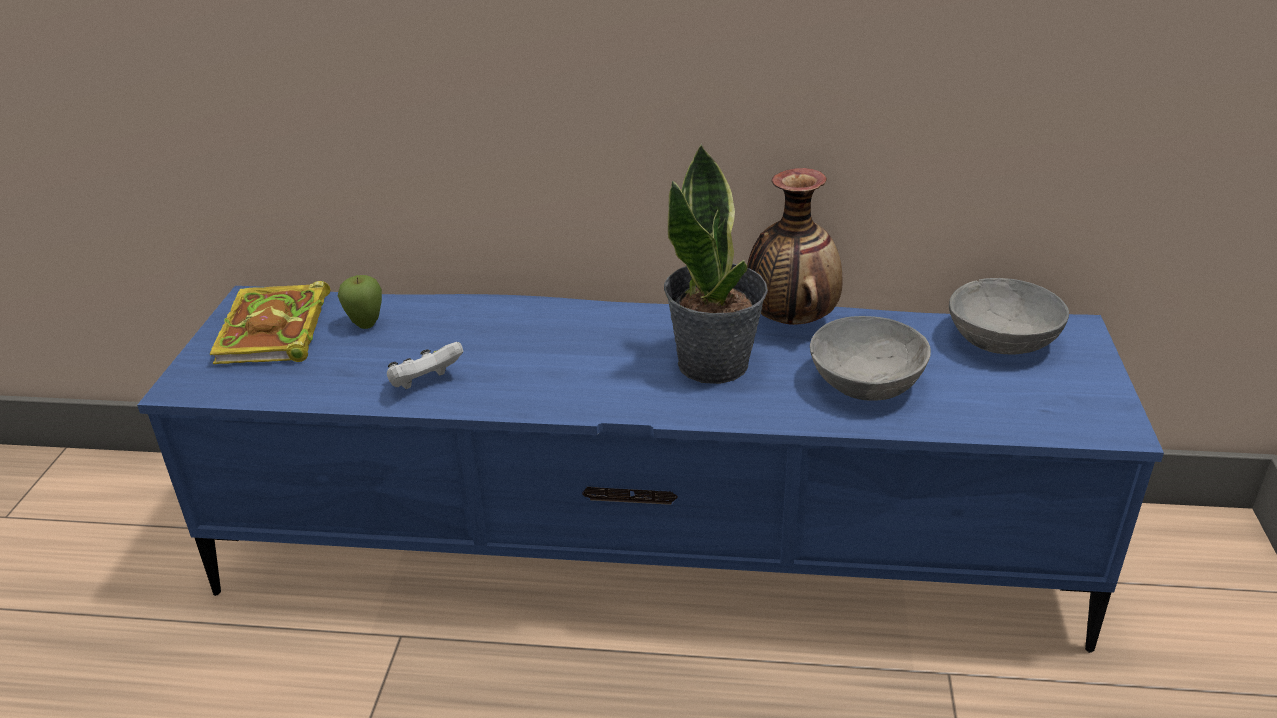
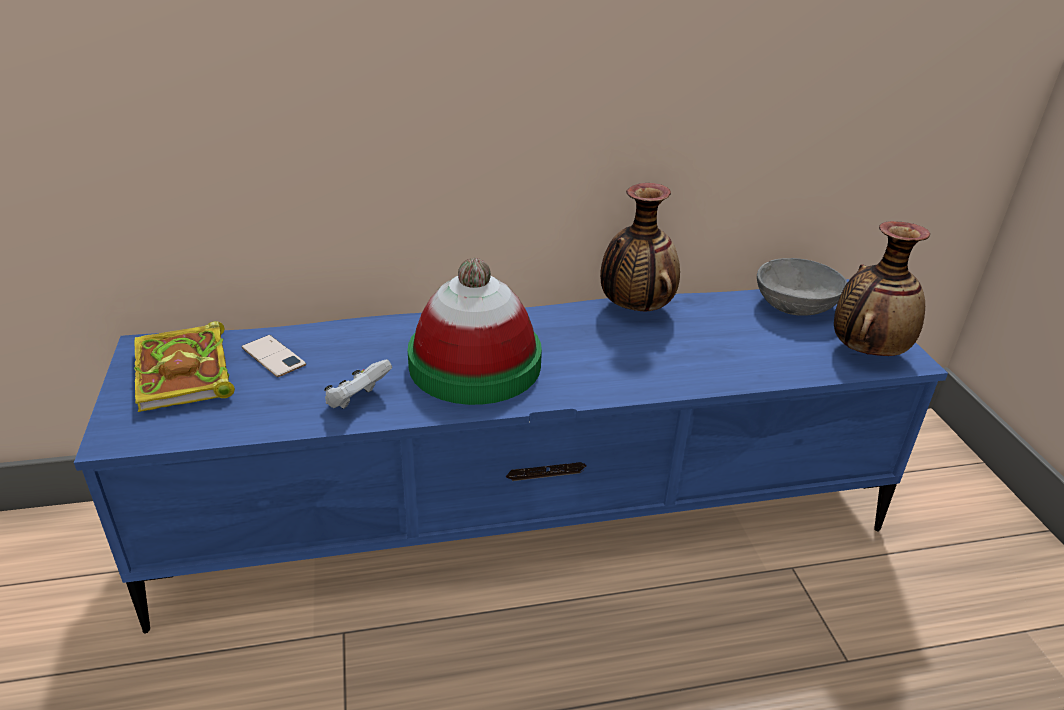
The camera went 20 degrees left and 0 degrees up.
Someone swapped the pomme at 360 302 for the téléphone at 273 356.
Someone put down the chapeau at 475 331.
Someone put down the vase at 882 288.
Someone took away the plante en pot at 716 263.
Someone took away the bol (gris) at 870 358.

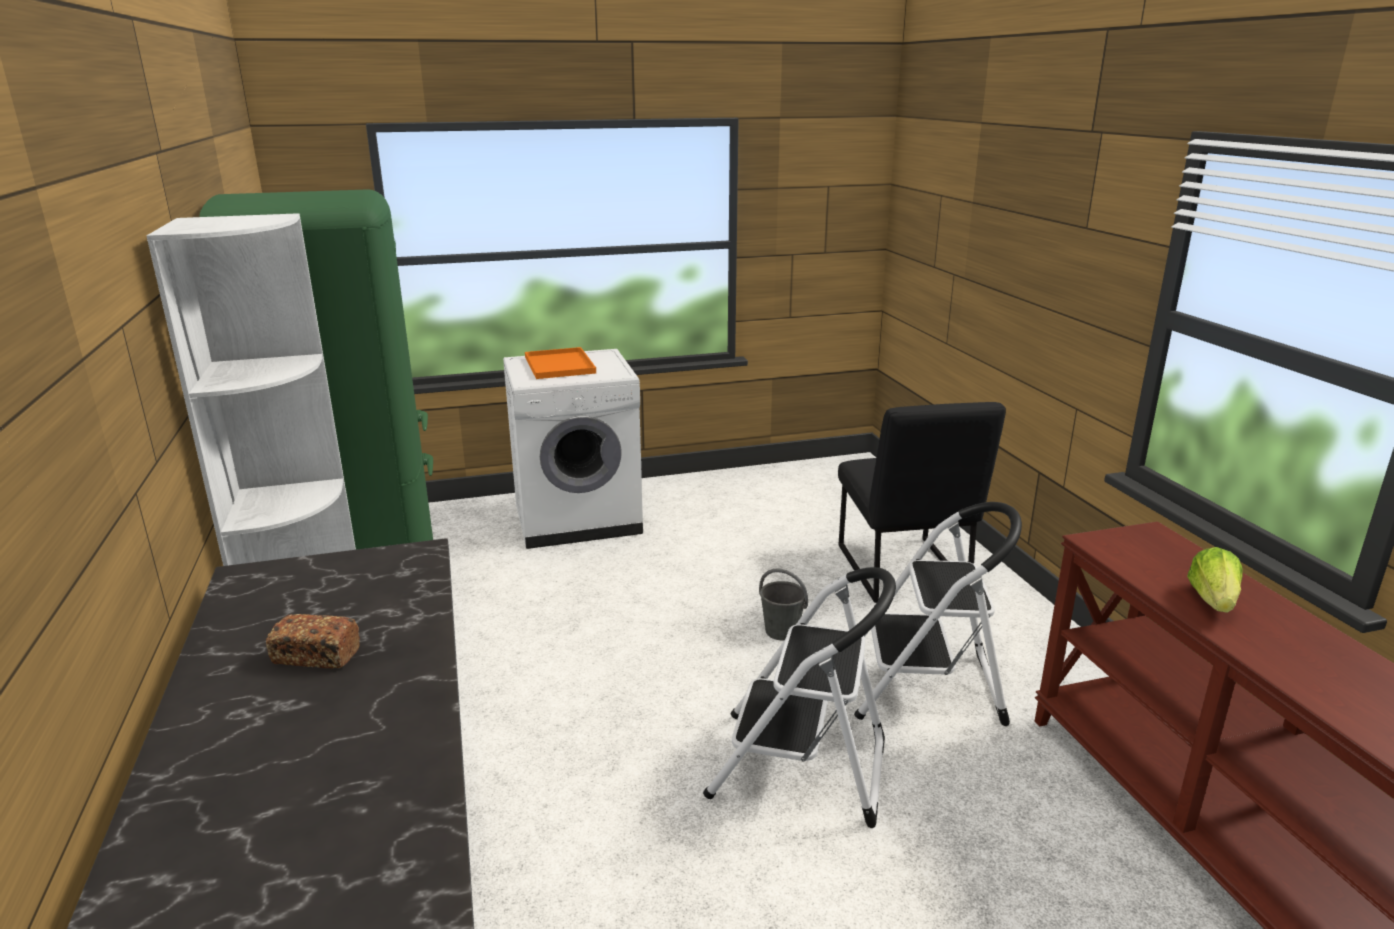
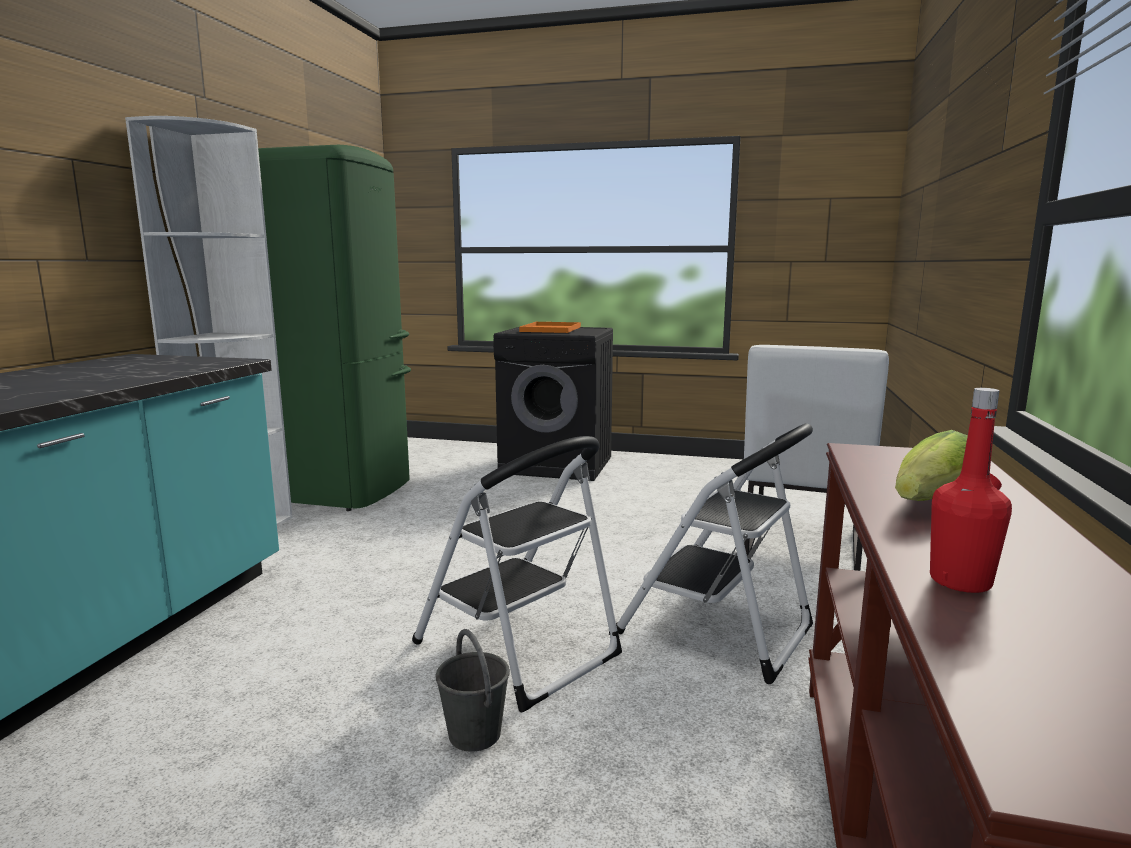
The camera went 30 degrees right and 10 degrees down.
Someone carried the seau (gris) from 783 604 to 473 690.
Someone repainted the lave-linge (blanc) at 573 449, which became the lave-linge (noir) at 553 404.
Someone repainted the chaise (noir) at 922 502, which became the chaise (blanc) at 816 458.
Someone put down the bouteille (rouge) at 971 490.
Someone took away the pain at 313 641.

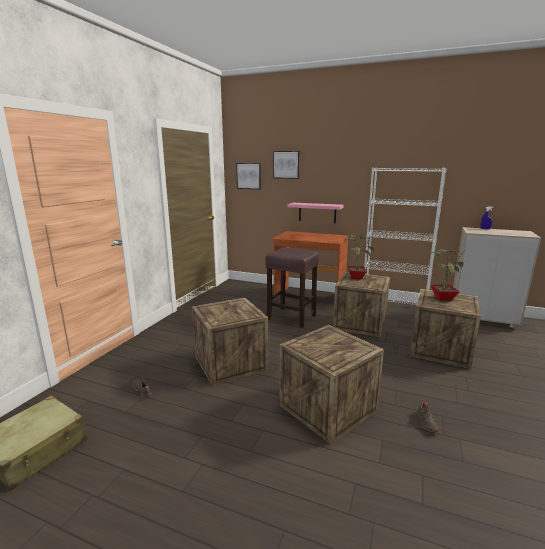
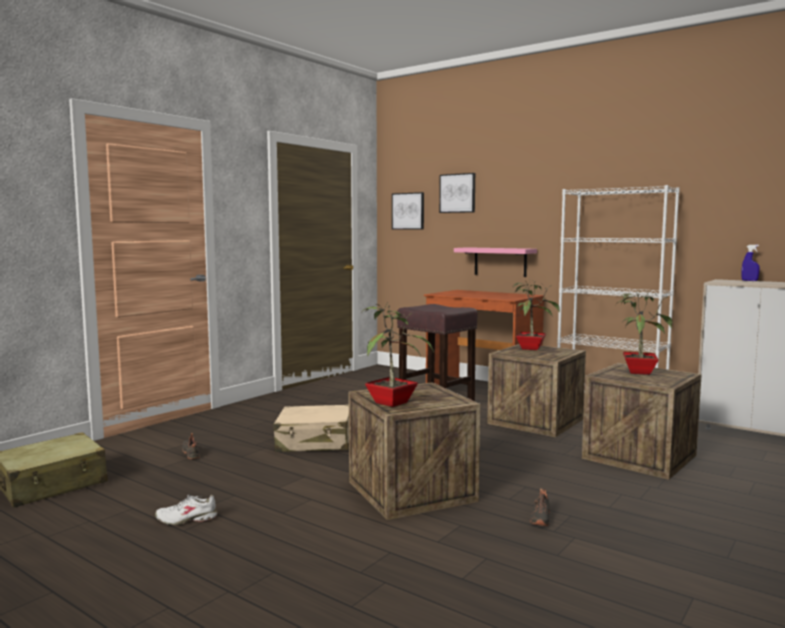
The camera went 15 degrees right and 10 degrees down.
Someone put down the chaussure (blanc) at 186 510.
Someone swapped the caisse at 230 342 for the valise (beige) at 311 428.
Someone put down the plante en pot at 398 354.

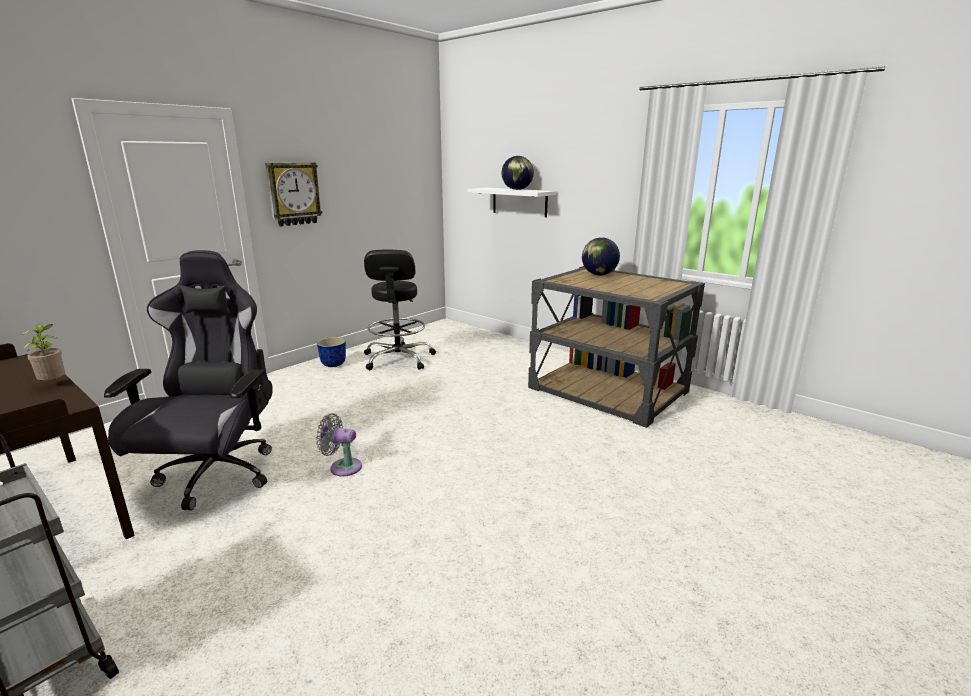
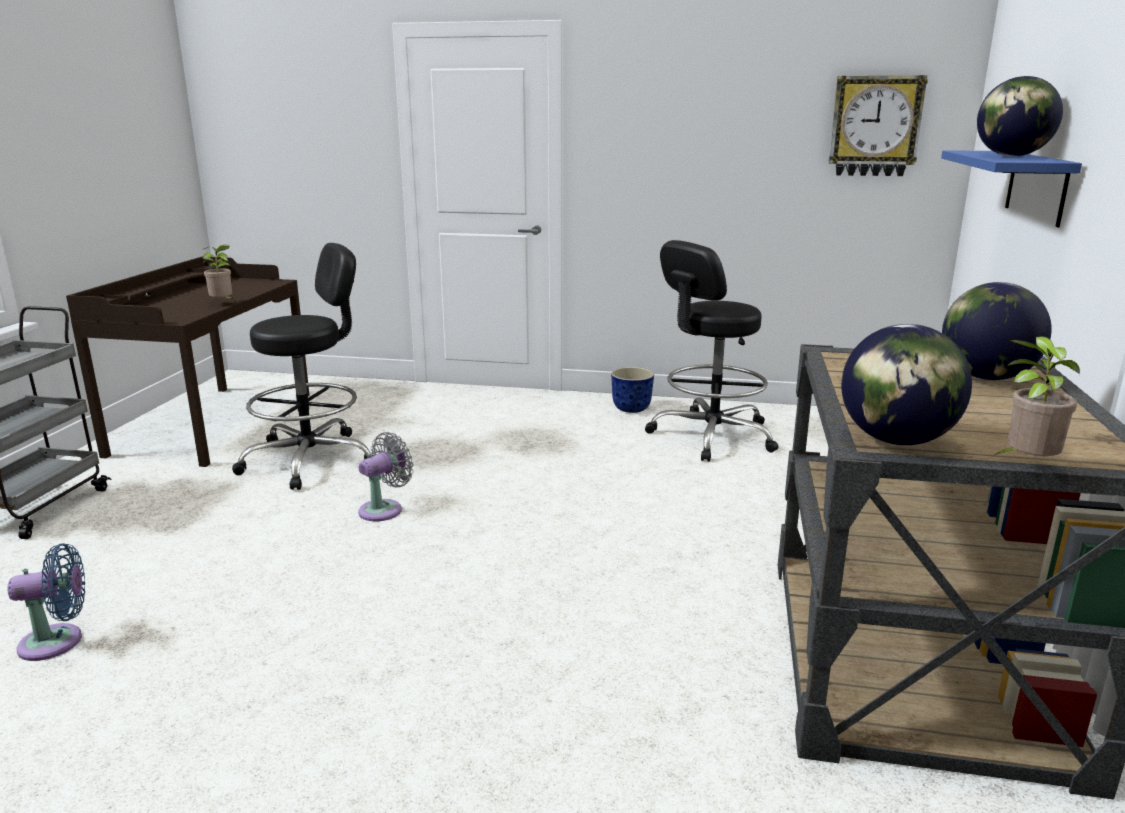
The camera went 60 degrees right and 0 degrees up.
Someone put down the ventilateur (bleu) at 46 602.
Someone swapped the chaise de bureau (noir) at 188 380 for the tabouret (noir) at 302 366.
Someone rotated the ventilateur (gris) at 339 445 by 60 degrees clockwise.
Someone carried the horloge murale from 294 195 to 878 125.
Someone put down the globe at 906 384.
Someone repainted the étagère (blanc) at 512 202, which became the étagère (bleu) at 1011 188.
Someone put down the plante en pot at 1036 396.

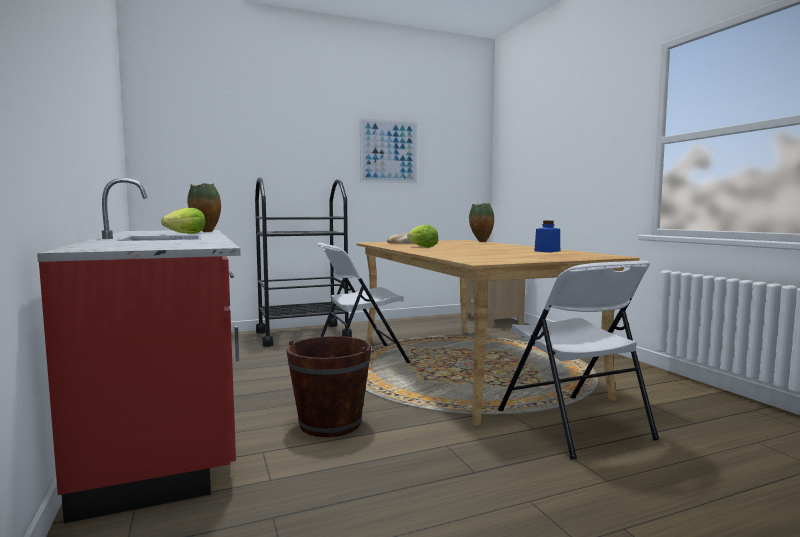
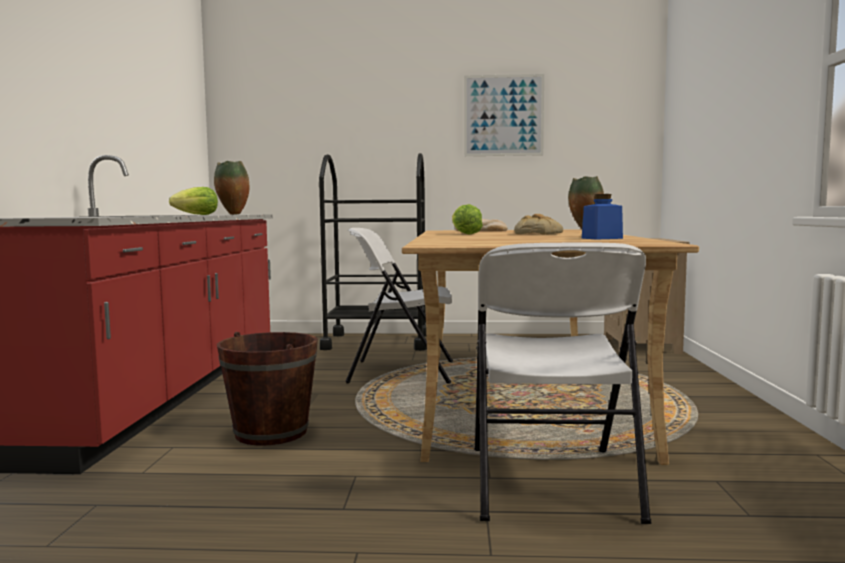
The camera went 25 degrees right and 0 degrees up.
Someone put down the pain at 538 224.

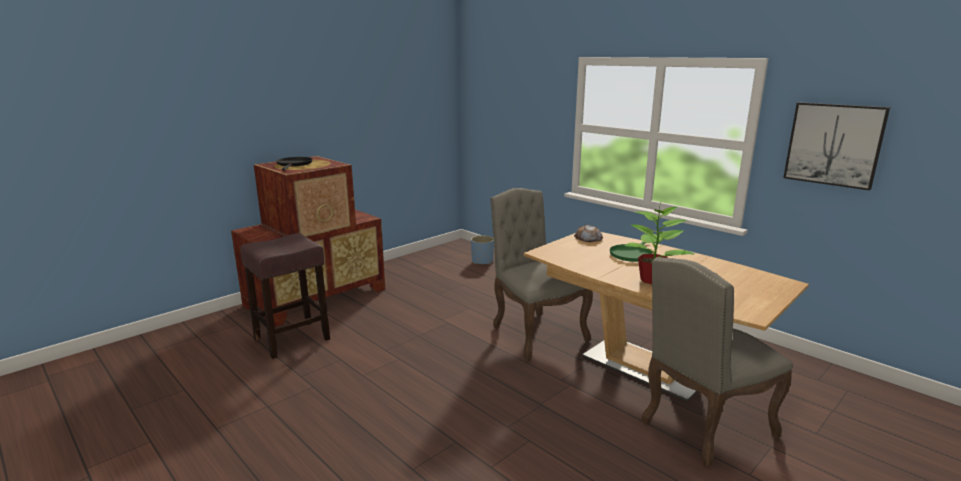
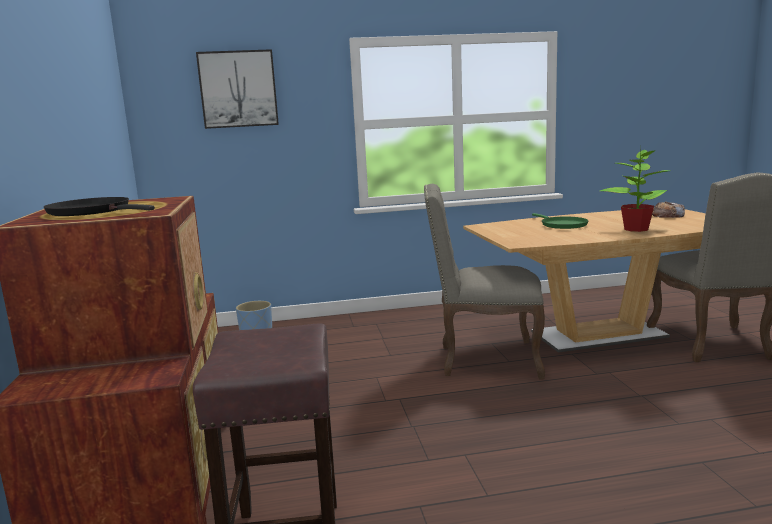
The camera went 55 degrees left and 5 degrees down.
Someone carried the tableau from 836 146 to 237 89.
Someone carried the pain from 588 233 to 668 209.

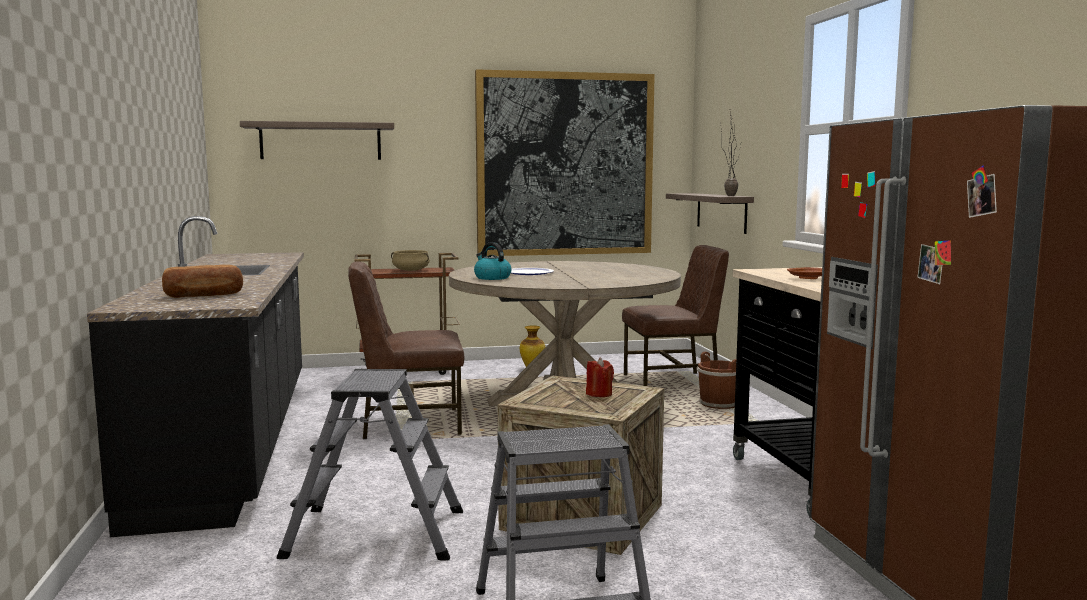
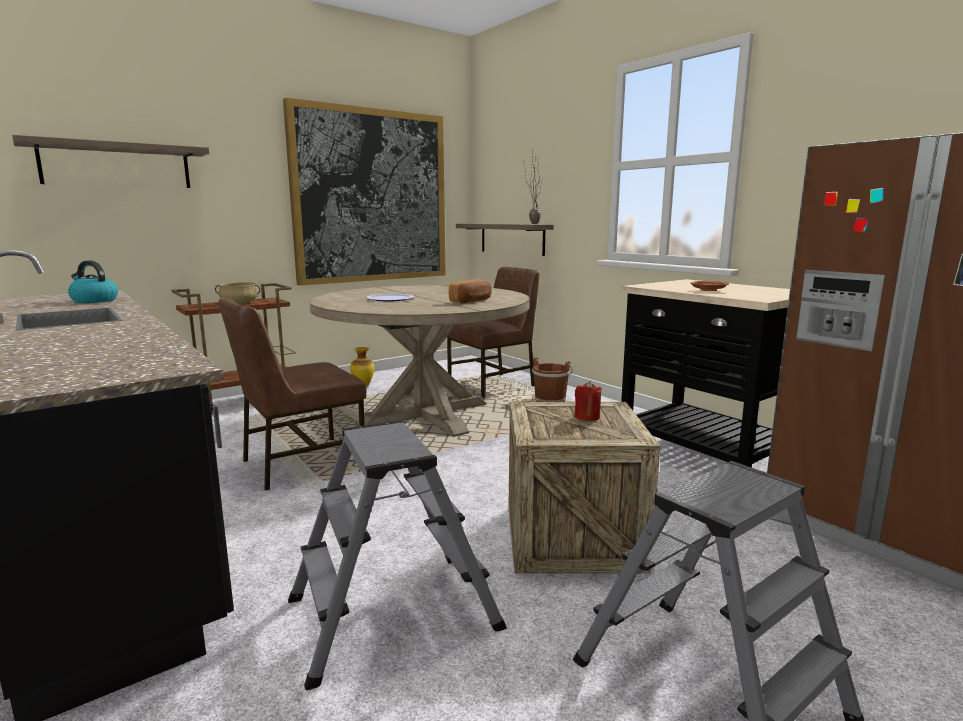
The camera went 25 degrees left and 5 degrees up.
Someone carried the bouilloire from 492 261 to 93 281.
Someone carried the pain from 202 281 to 470 291.

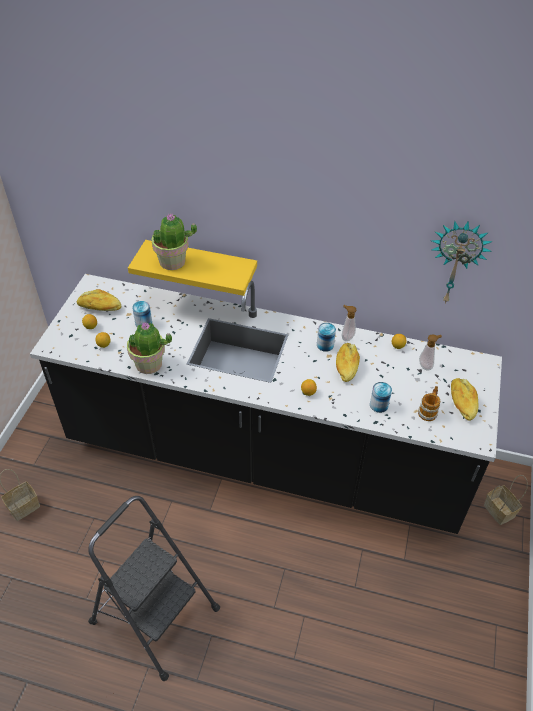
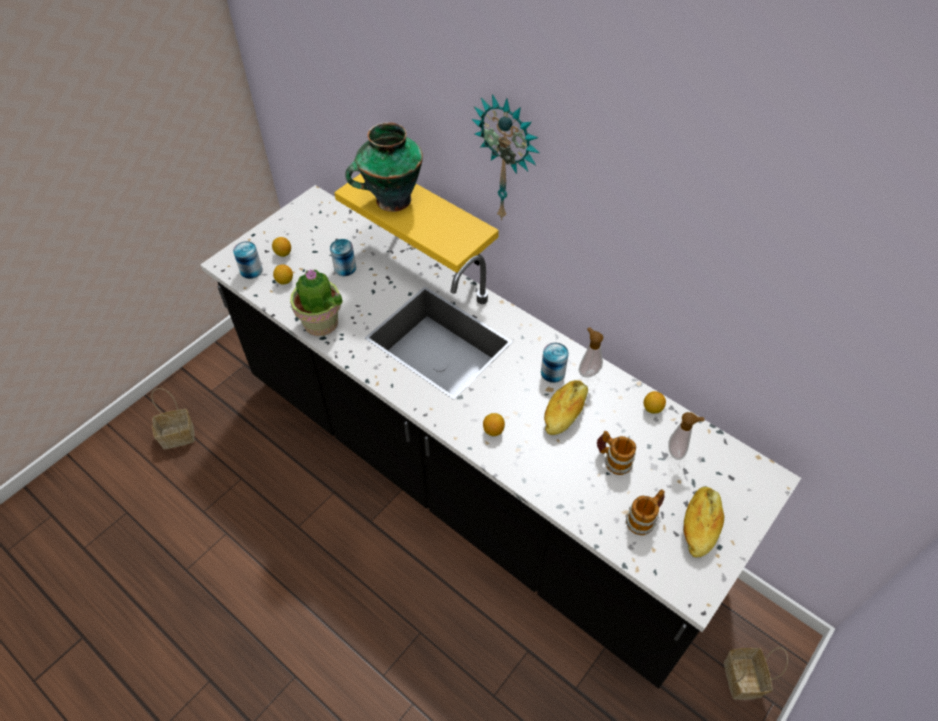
The camera went 25 degrees right and 5 degrees up.
Someone carried the boîte métallique from 381 397 to 248 260.
Someone swapped the plante en pot at 174 241 for the vase at 384 167.
Someone carried the horloge murale from 462 262 to 505 157.
Someone put down the mug at 616 453.
Someone took away the pain at 99 300.
Someone took away the escabeau (noir) at 154 588.

